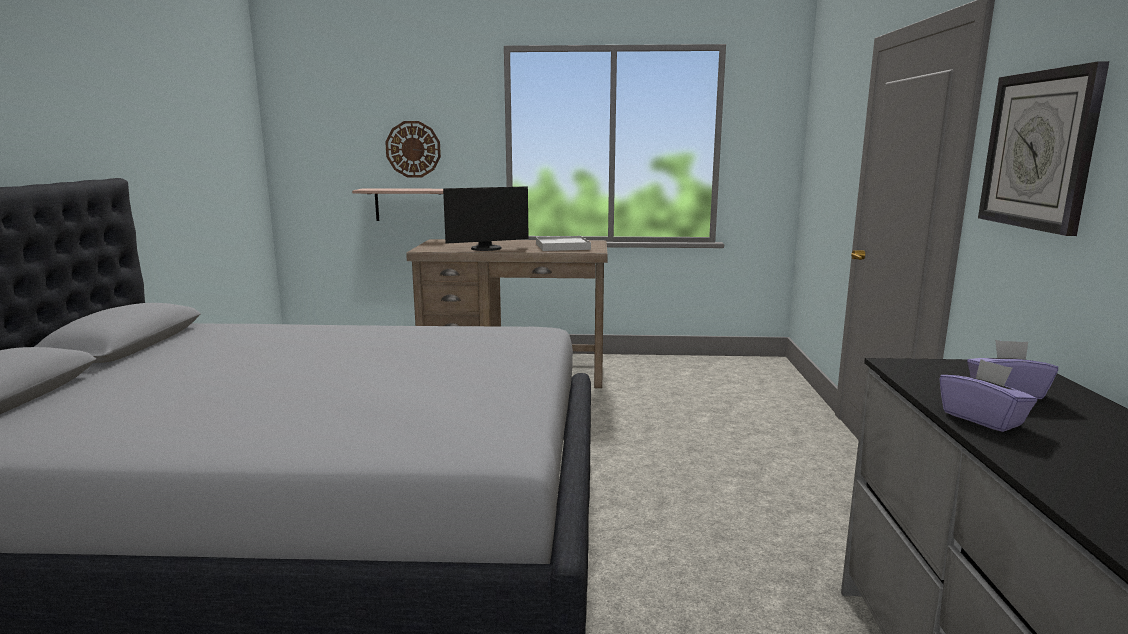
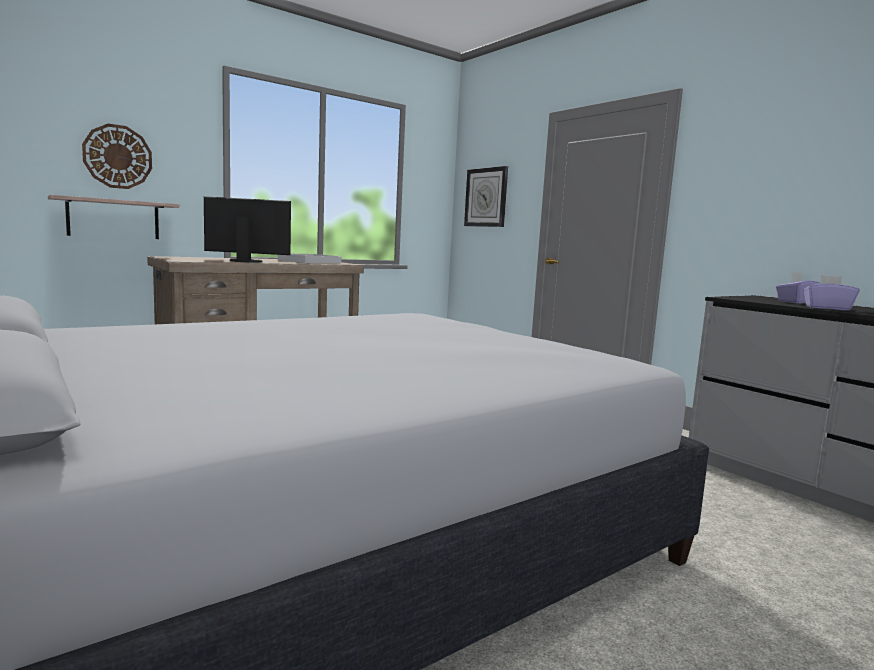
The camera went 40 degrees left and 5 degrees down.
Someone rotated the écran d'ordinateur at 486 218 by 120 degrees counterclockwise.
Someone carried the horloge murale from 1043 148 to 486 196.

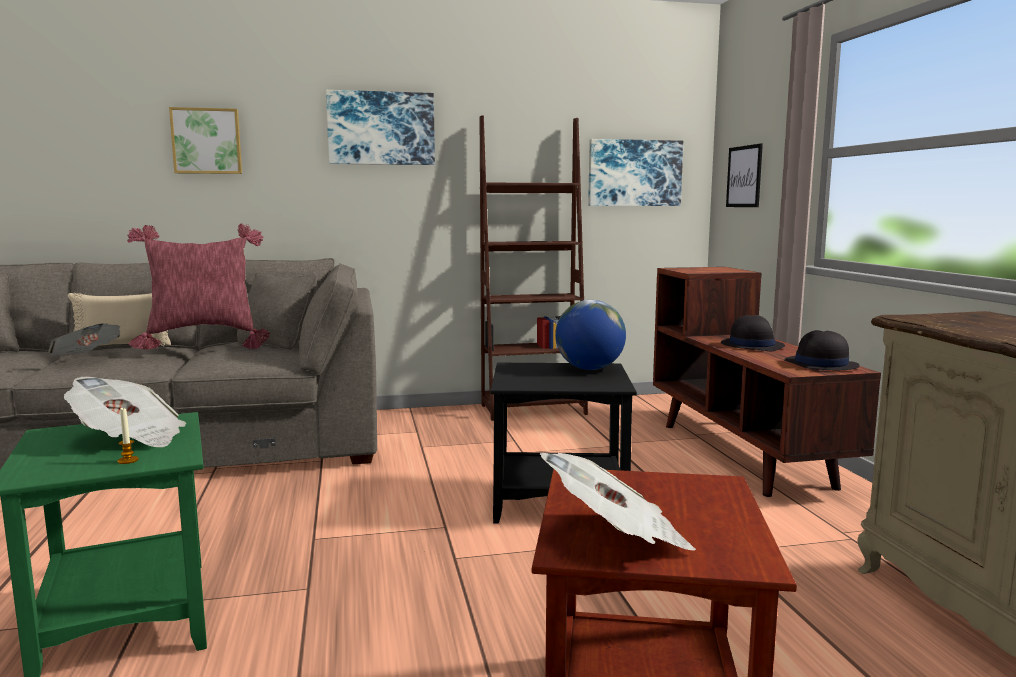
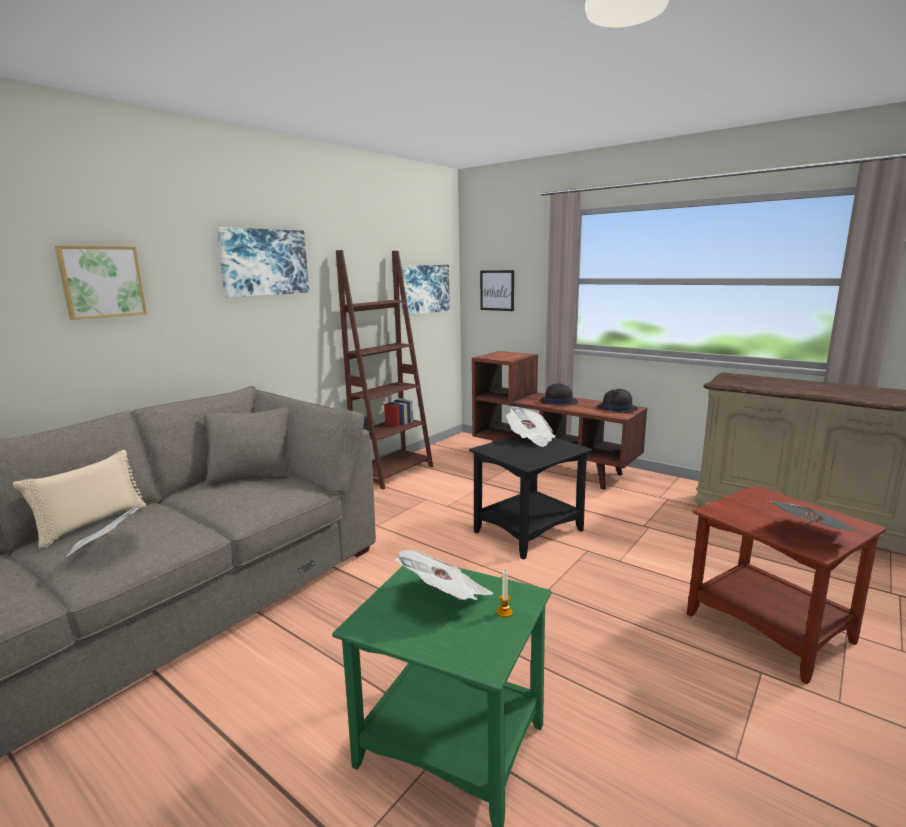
The camera went 40 degrees left and 5 degrees up.
Someone swapped the globe at 590 335 for the journal at 531 427.
Someone took away the coussin (rouge) at 198 286.

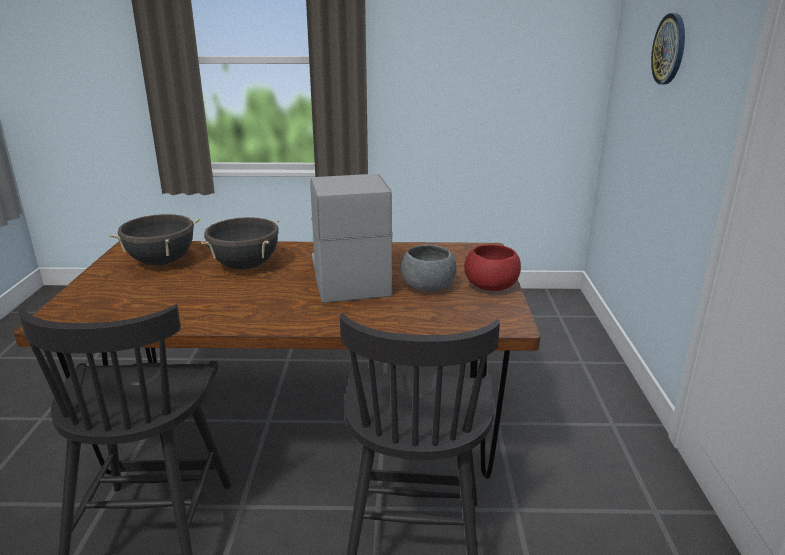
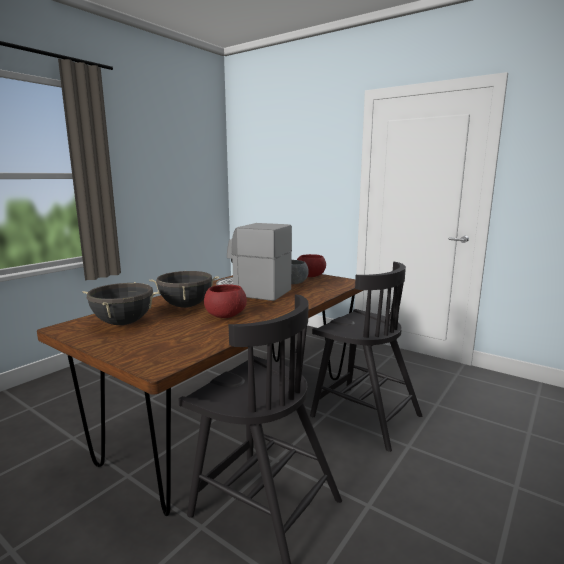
The camera went 55 degrees left and 10 degrees down.
Someone put down the bol (rouge) at 225 301.
Someone took away the horloge murale at 668 49.

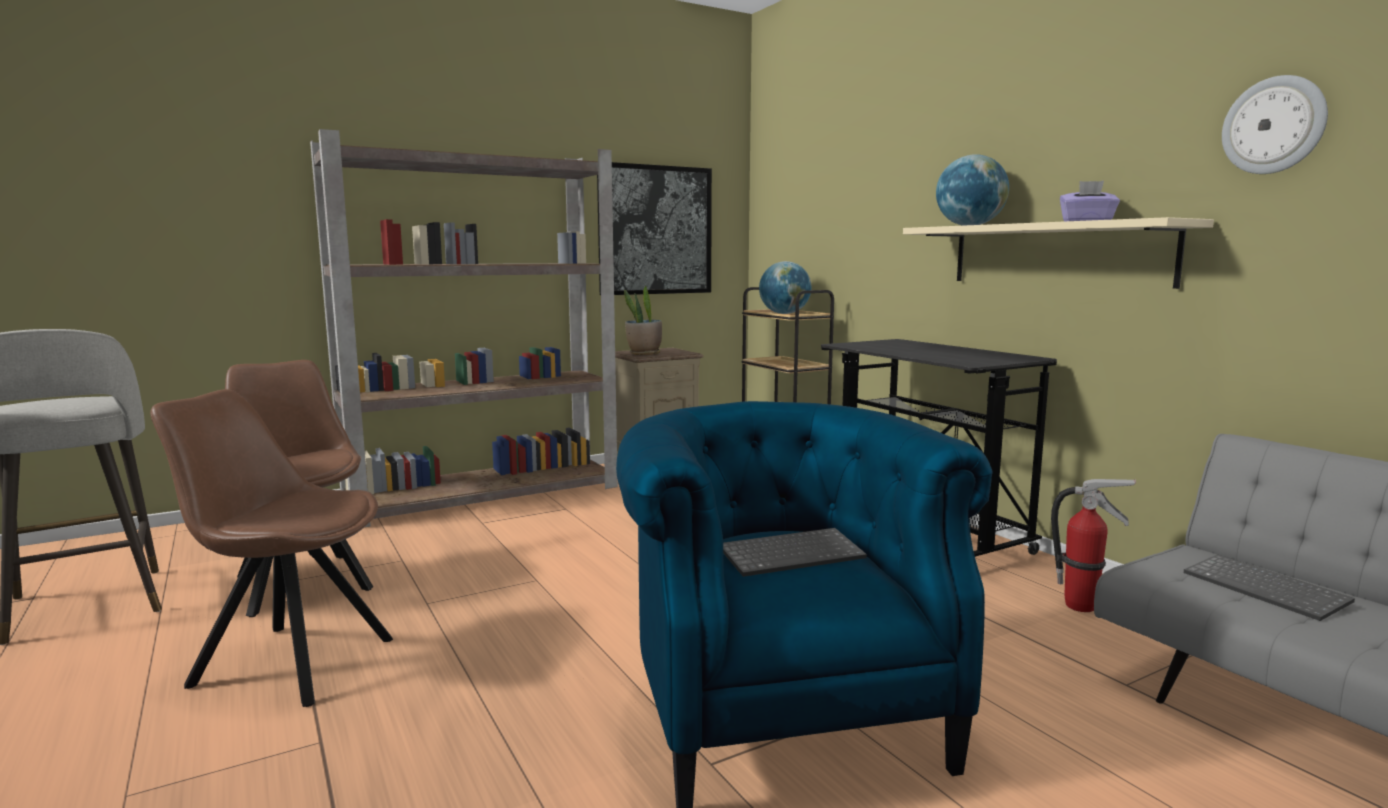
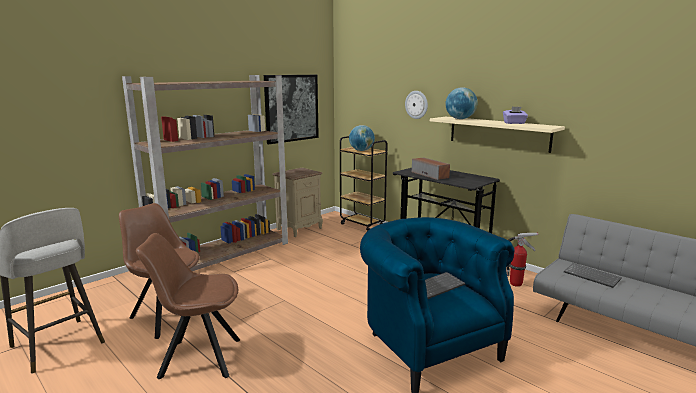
The camera went 15 degrees left and 5 degrees up.
Someone carried the horloge murale from 1275 124 to 416 105.
Someone put down the enceinte at 431 169.
Someone took away the plante en pot at 643 320.

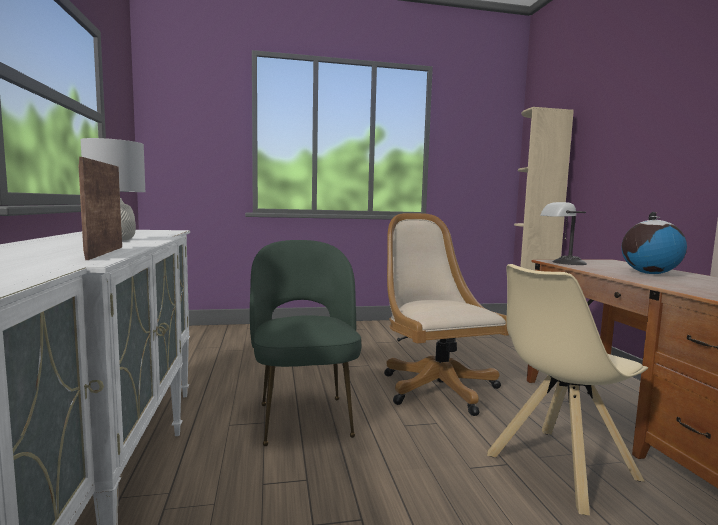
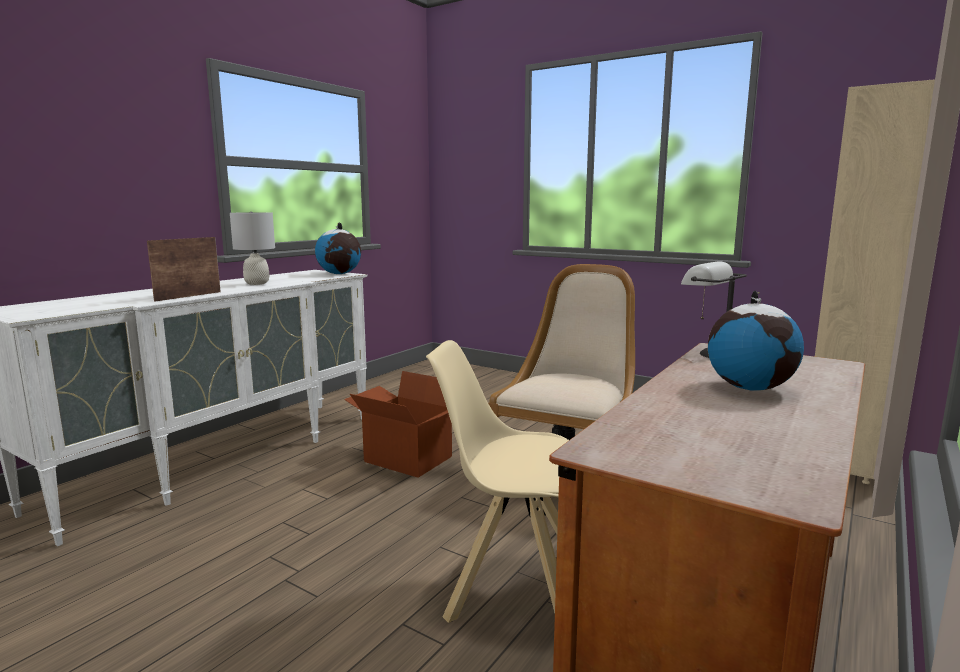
The camera went 45 degrees right and 5 degrees up.
Someone put down the globe at 338 248.
Someone swapped the chaise (vert) at 305 343 for the carton at 398 424.

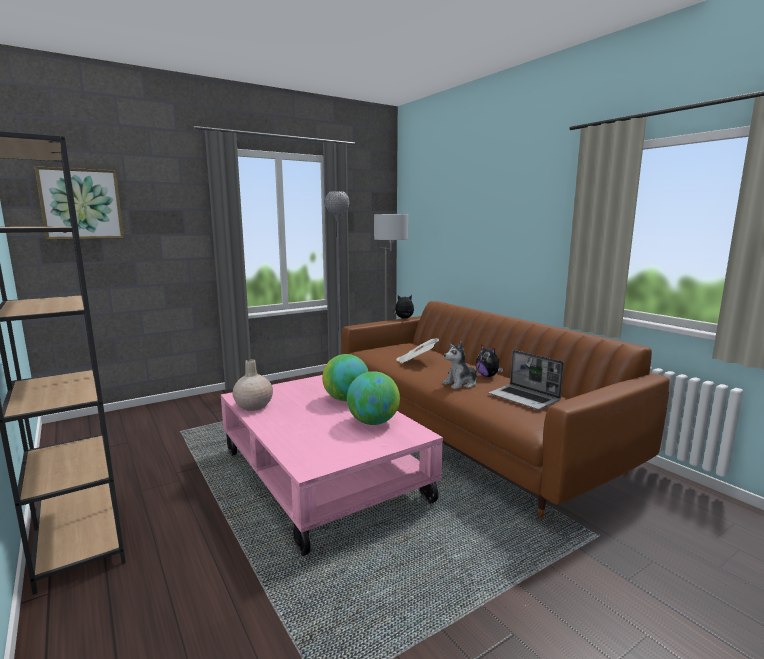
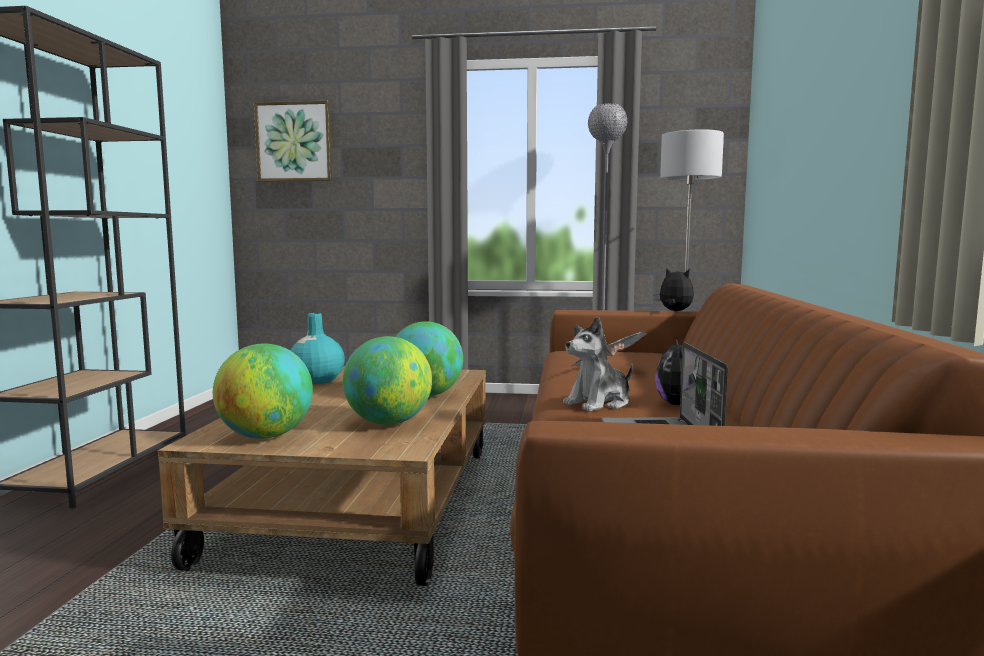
The camera went 40 degrees right and 5 degrees down.
Someone repainted the table basse (rose) at 332 465, which became the table basse (marron) at 322 476.
Someone put down the globe at 263 391.
Someone repainted the vase (beige) at 252 385, which became the vase (turquoise) at 317 348.
Someone rotated the peluche at 461 365 by 45 degrees counterclockwise.

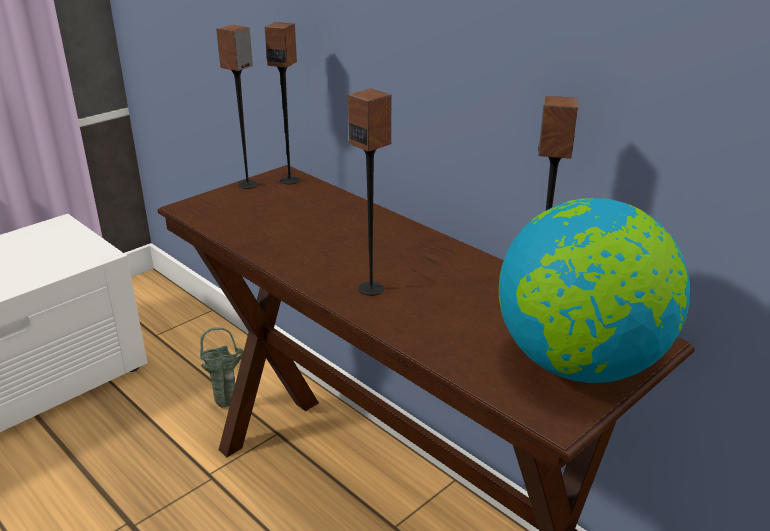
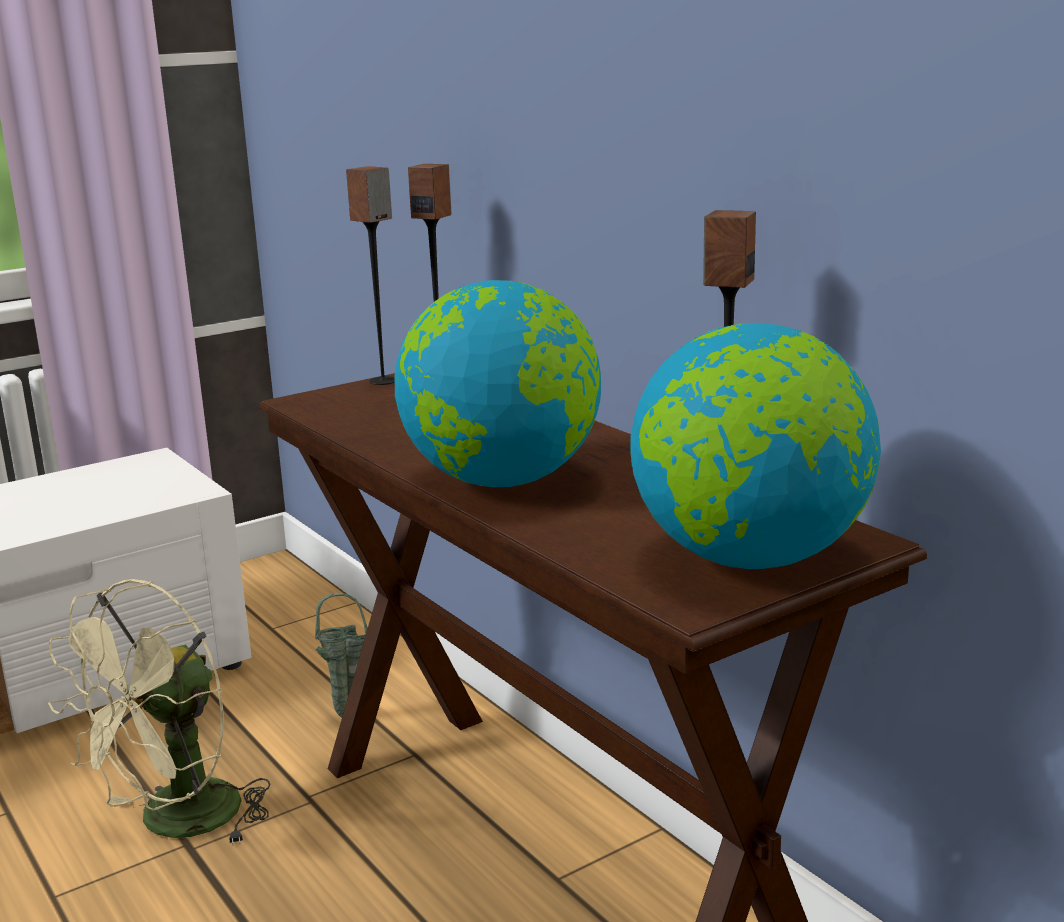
The camera went 10 degrees right and 10 degrees down.
Someone put down the ventilateur (beige) at 159 712.
Someone swapped the enceinte at 370 192 for the globe at 498 383.

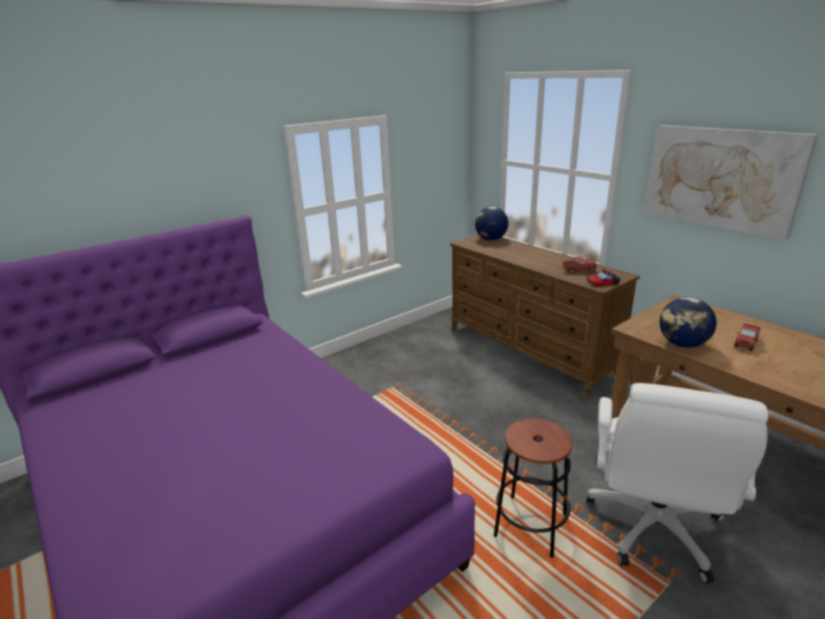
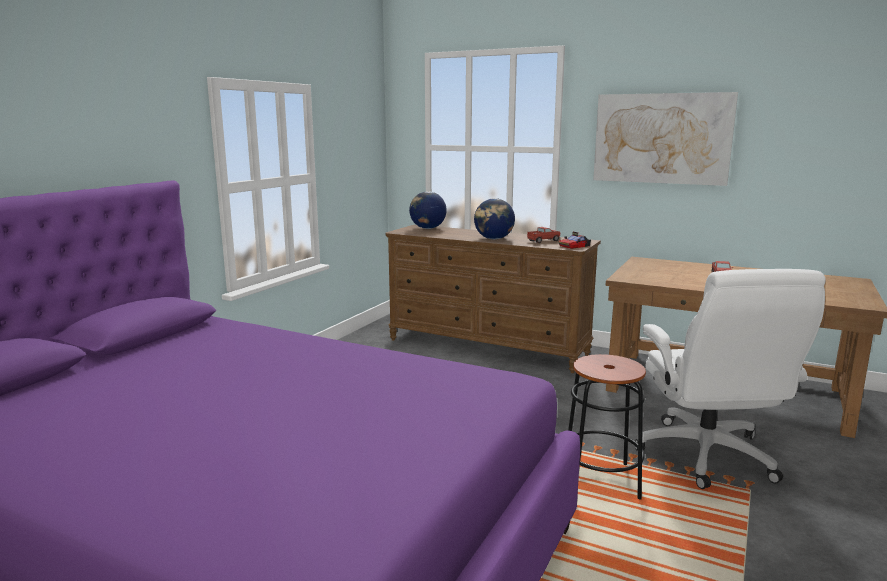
The camera went 25 degrees left and 10 degrees down.
Someone carried the globe from 688 322 to 494 219.

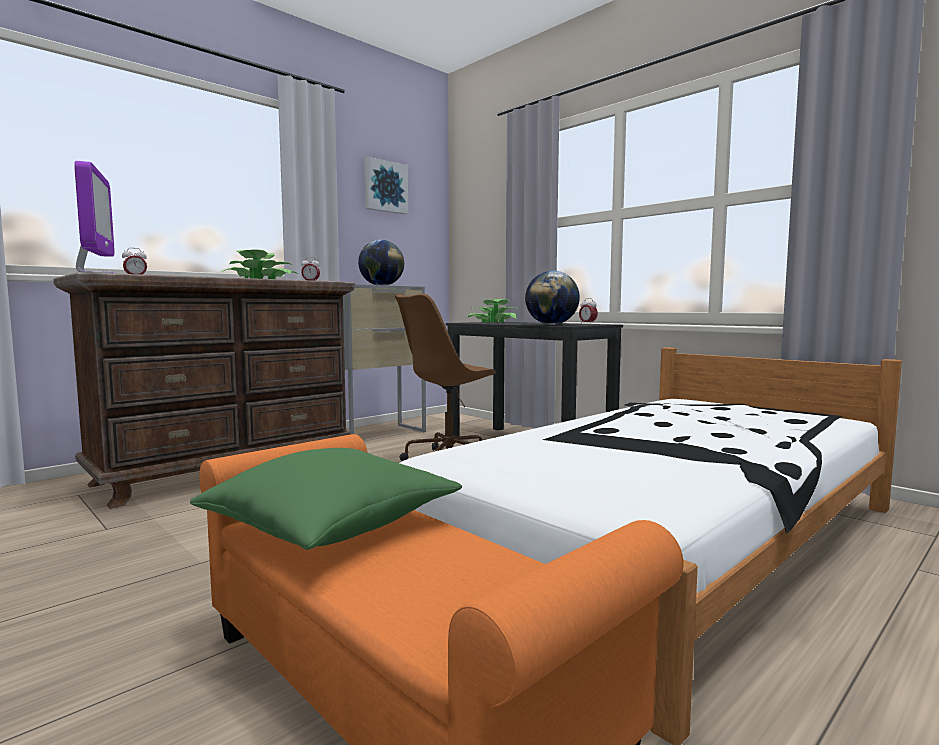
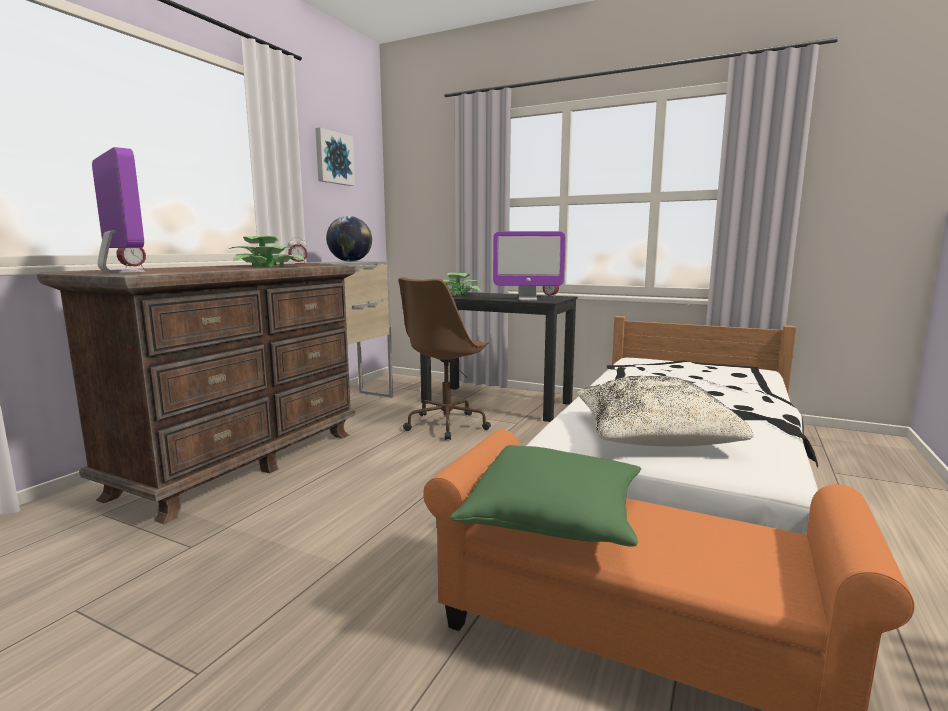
The camera went 20 degrees left and 5 degrees up.
Someone swapped the globe at 552 298 for the écran d'ordinateur at 529 266.
Someone put down the coussin (beige) at 665 411.

